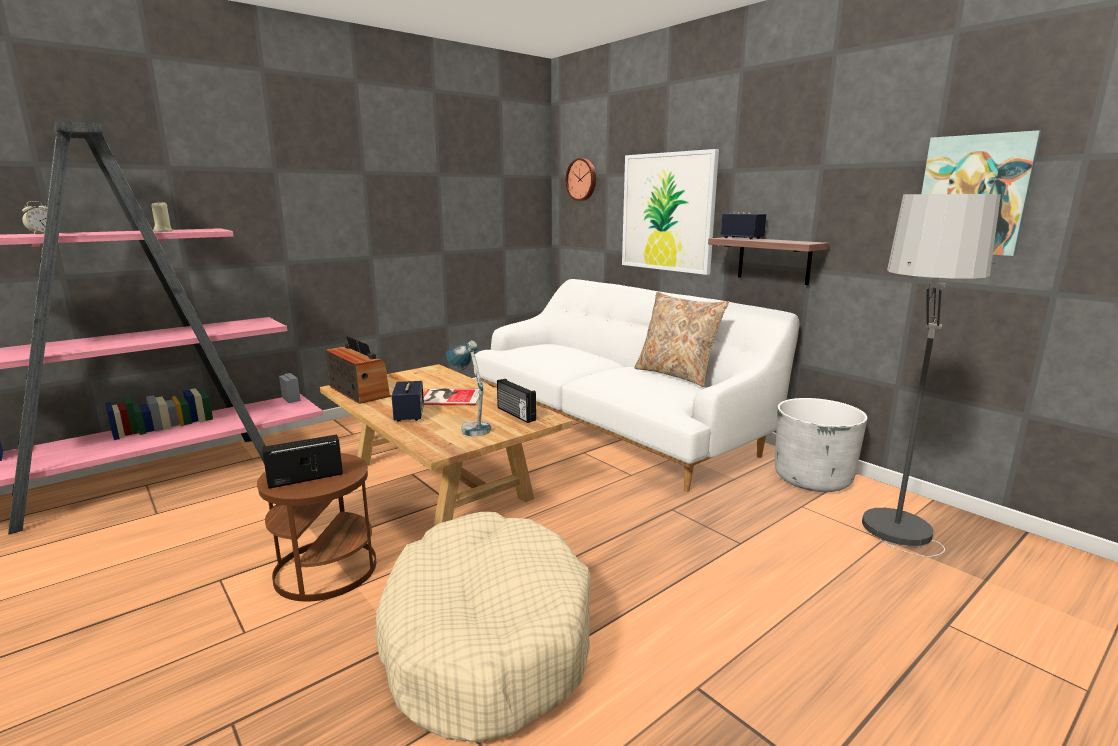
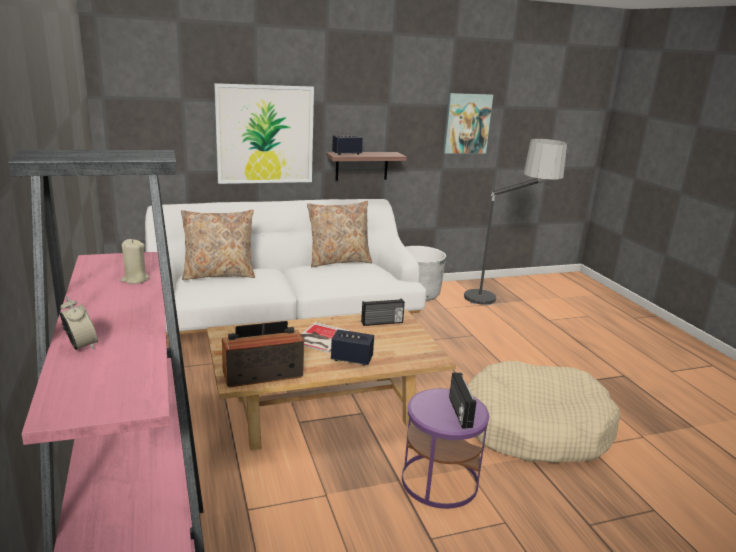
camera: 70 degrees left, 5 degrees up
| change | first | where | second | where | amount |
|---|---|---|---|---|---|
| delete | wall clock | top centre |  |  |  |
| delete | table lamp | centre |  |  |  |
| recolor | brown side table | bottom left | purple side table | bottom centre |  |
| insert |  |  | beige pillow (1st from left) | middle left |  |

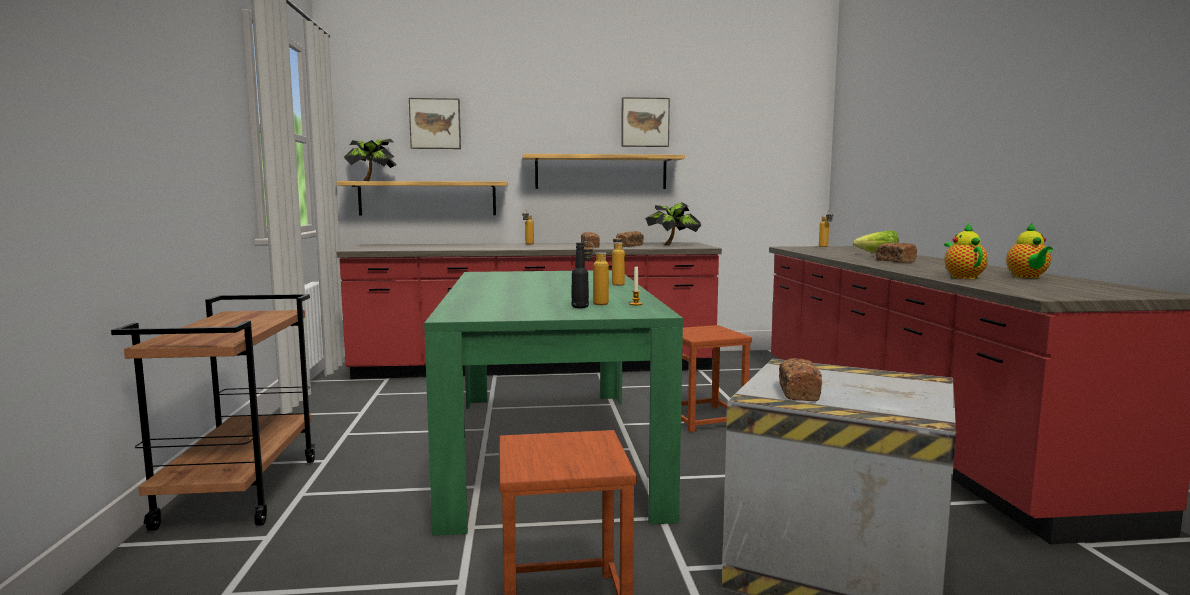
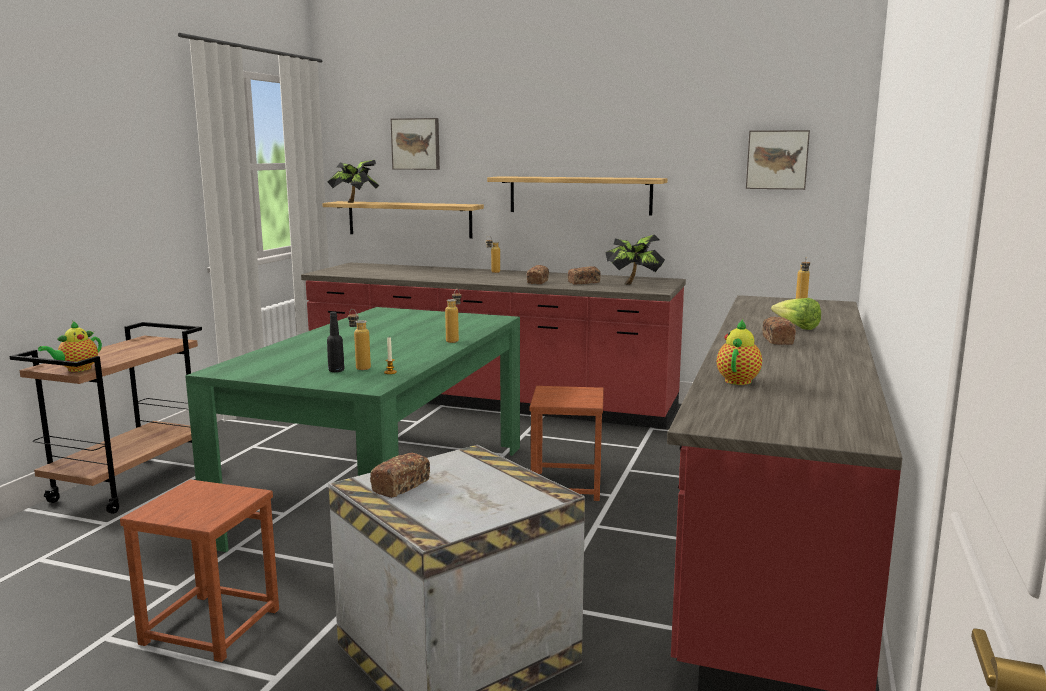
camera: 25 degrees right, 5 degrees up
| change | first | where | second | where | amount |
|---|---|---|---|---|---|
| move | picture (2nd from left) | top centre |  | top right |  |
| move | teapot (2nd from left in the first image) | middle right | teapot (1st from left) | middle left |  |

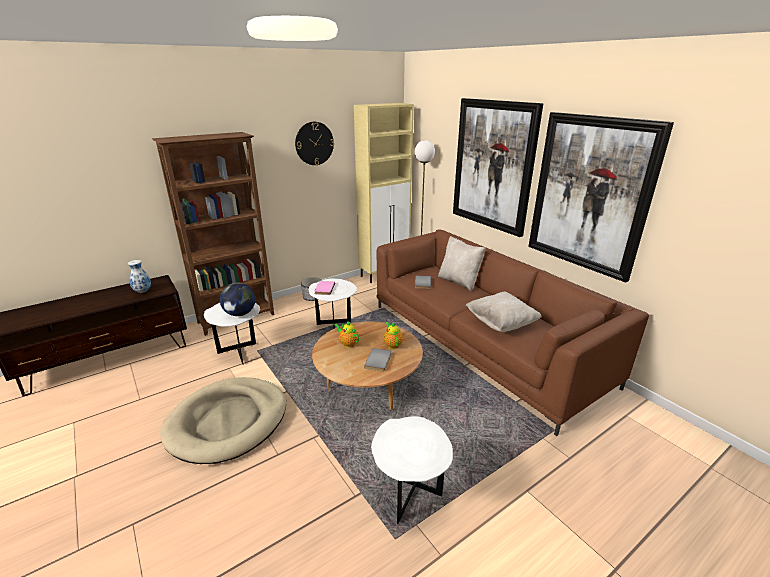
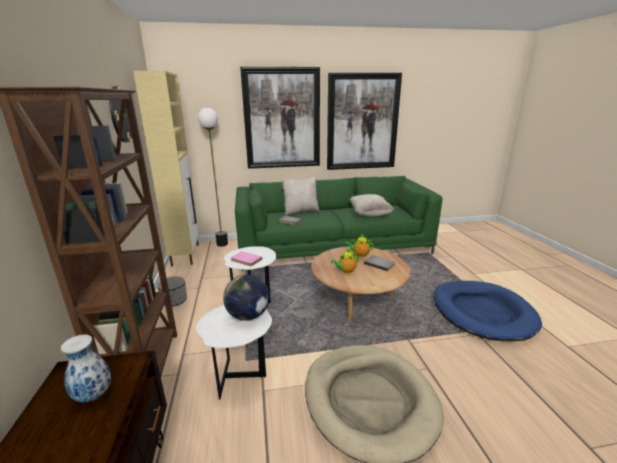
camera: 65 degrees left, 5 degrees down
| change | first | where | second | where | amount |
|---|---|---|---|---|---|
| recolor | brown sofa | centre | green sofa | centre |  |
| replace | white side table (3rd from left) | bottom centre | blue dog bed | bottom right |  |

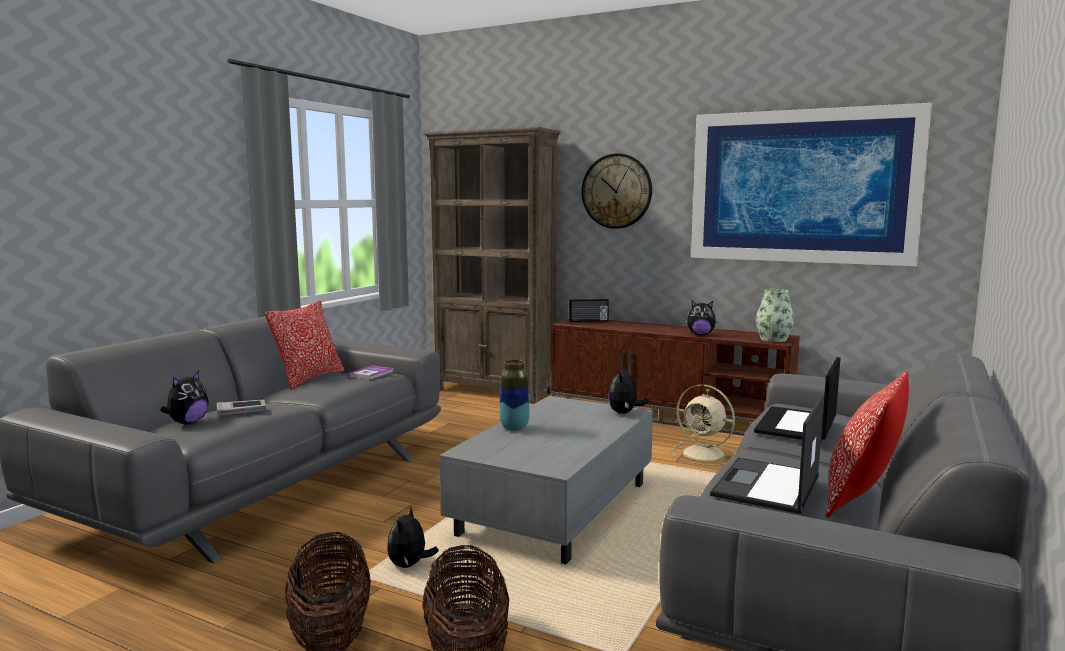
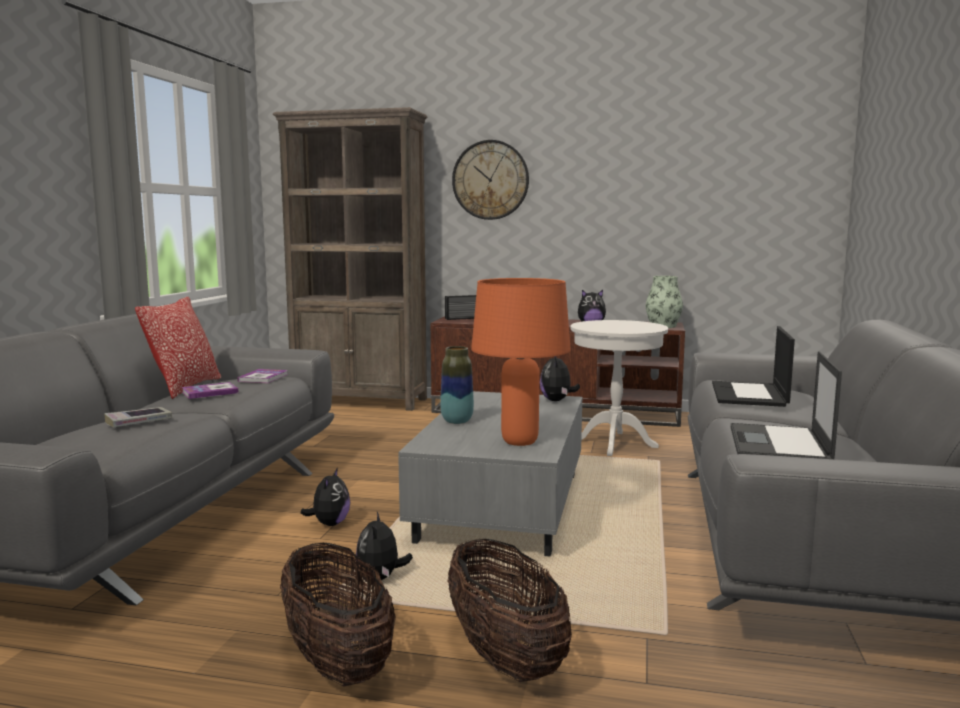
camera: 15 degrees left, 0 degrees up
| change | first | where | second | where | amount |
|---|---|---|---|---|---|
| delete | picture | top right |  |  |  |
| move | plush toy (1st from left) | middle left |  | bottom centre |  |
| delete | pillow (2nd from left) | bottom right |  |  |  |
| replace | beige fan | centre | white side table | centre |  |
| insert |  |  | orange table lamp | centre |  |
| insert |  |  | book (2nd from left) | middle left |  |

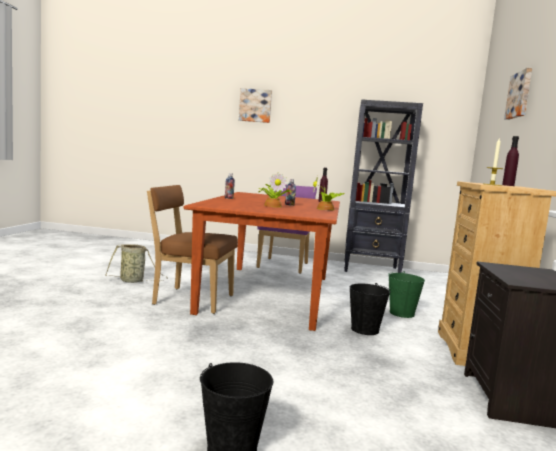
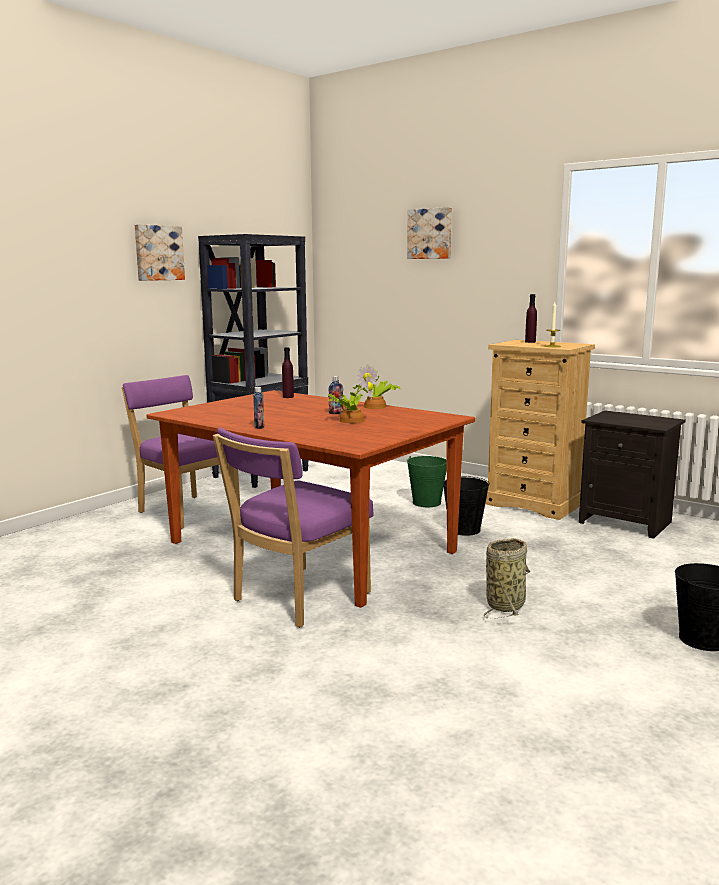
camera: 60 degrees left, 5 degrees up
| change | first | where | second | where | amount |
|---|---|---|---|---|---|
| move | picture (1st from left) | top centre |  | top left |  |
| recolor | brown chair | centre | purple chair (2nd from left) | centre |  |
| move | basket | middle left |  | middle right |  |

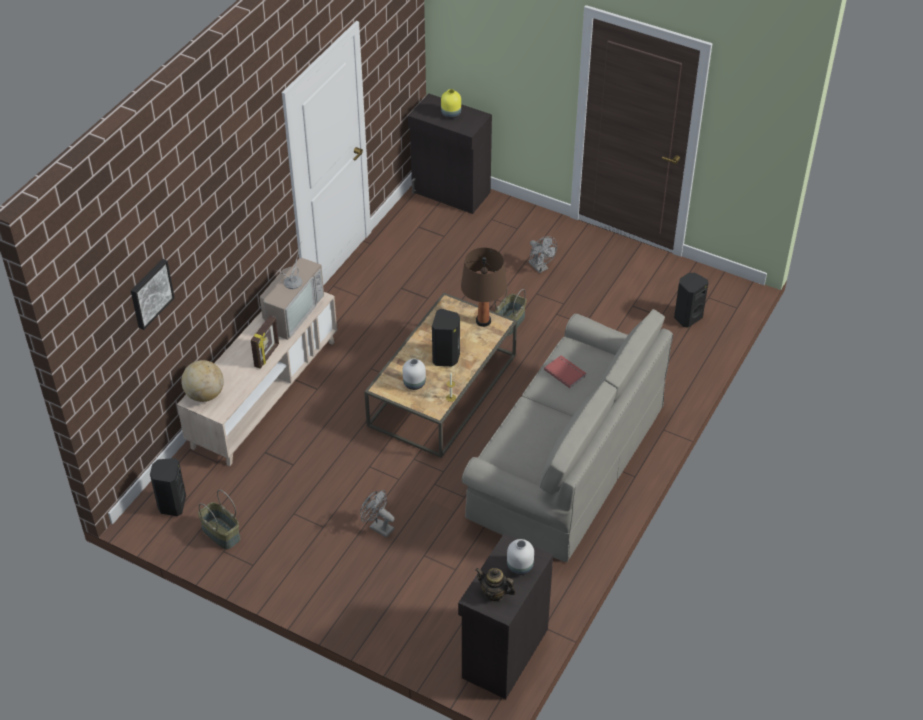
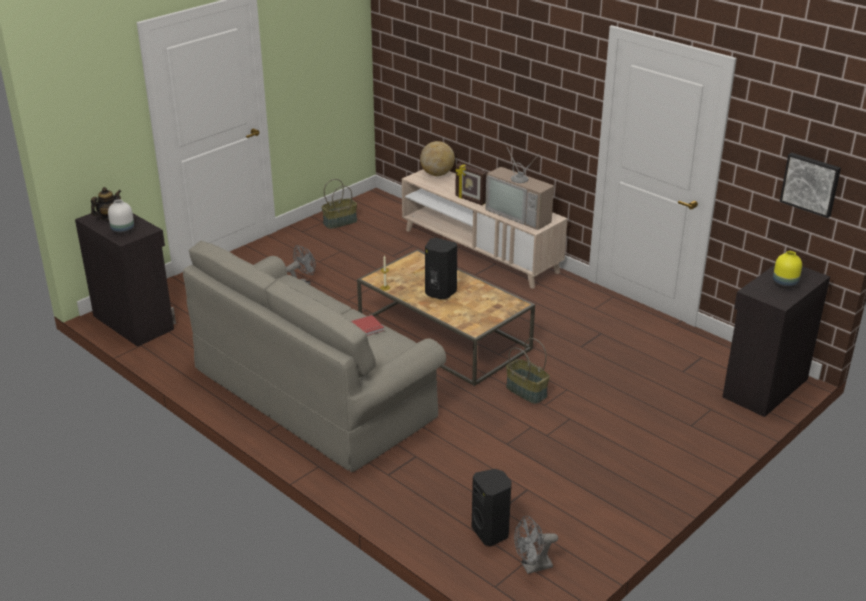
camera: 105 degrees right, 15 degrees down
| change | first | where | second | where | amount |
|---|---|---|---|---|---|
| move | grey fan (2nd from left) | centre |  | bottom centre |  |
| delete | brown table lamp | centre |  |  |  |
| move | picture | middle left |  | top right |  |
| delete | white vase (1st from left) | centre |  |  |  |
| delete | black speaker (1st from left) | bottom left |  |  |  |

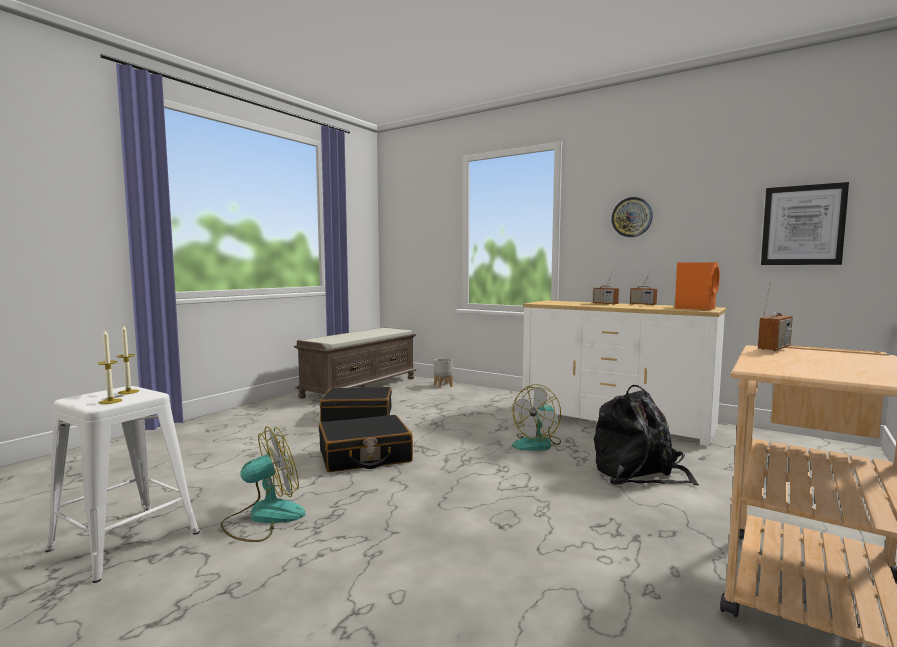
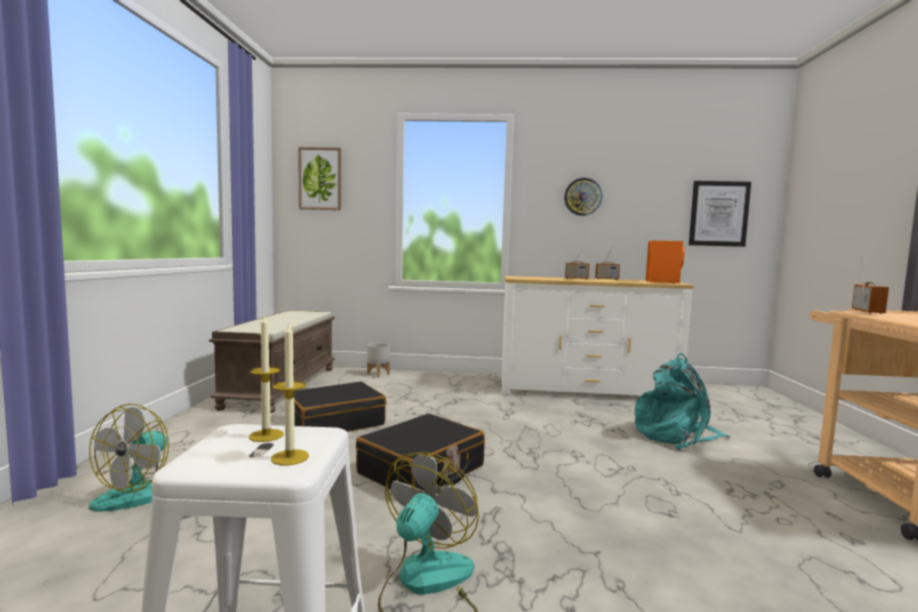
camera: 30 degrees left, 0 degrees up
| change | first | where | second | where | amount |
|---|---|---|---|---|---|
| move | fan (2nd from left in the first image) | centre | fan (1st from left) | bottom left |  |
| recolor | black backpack | bottom right | turquoise backpack | middle right |  |
| insert |  |  | picture (1st from left) | top centre |  |

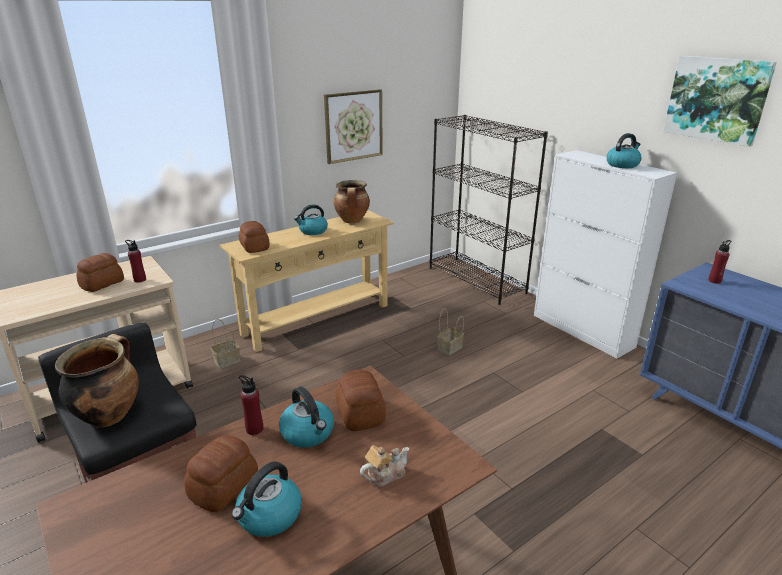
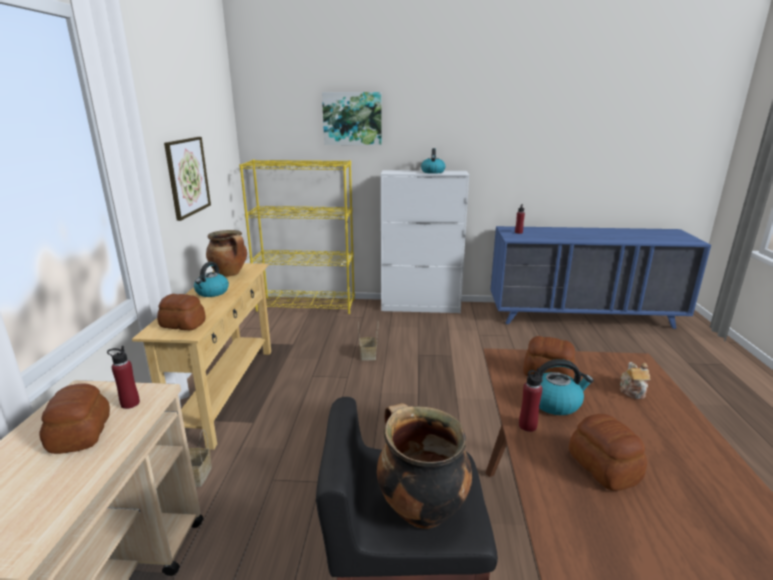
camera: 50 degrees left, 5 degrees down
| change | first | where | second | where | amount |
|---|---|---|---|---|---|
| move | picture (2nd from left) | top right |  | top centre |  |
| recolor | black bookcase | centre | yellow bookcase | centre |  |
| delete | kettle (1st from left) | bottom centre |  |  |  |

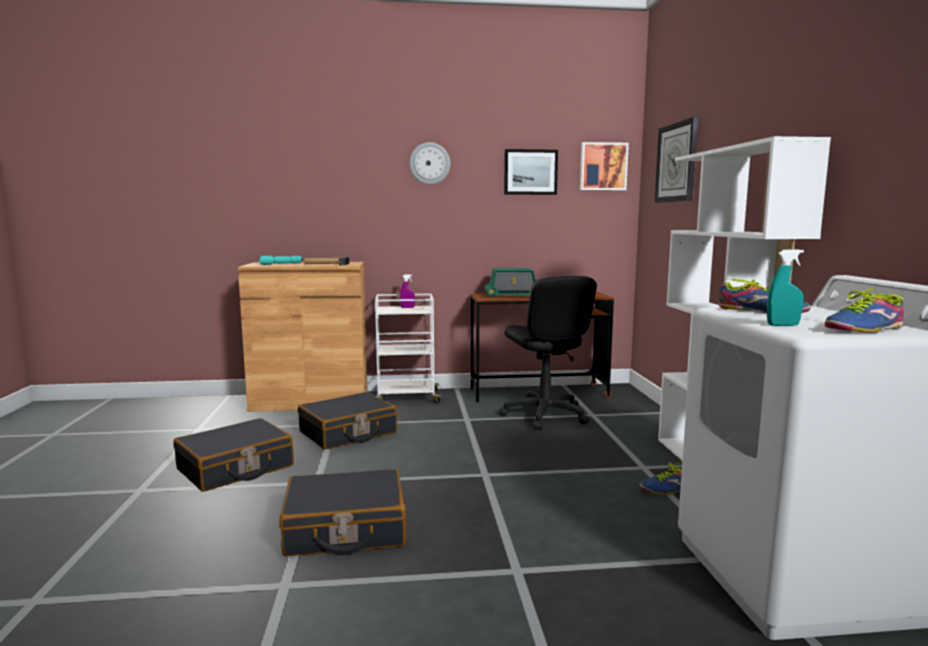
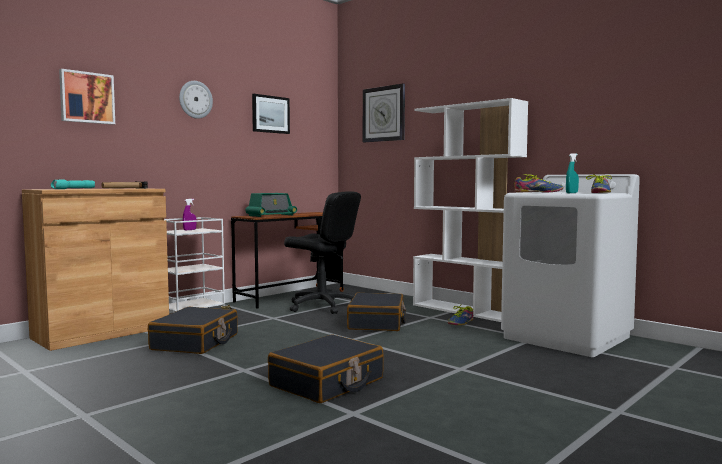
camera: 40 degrees left, 5 degrees down
| change | first | where | second | where | amount |
|---|---|---|---|---|---|
| move | picture (2nd from left in the first image) | top centre | picture (1st from left) | top left |  |
| move | black suitcase (1st from left in the first image) | bottom left | black suitcase (3rd from left) | bottom centre |  |

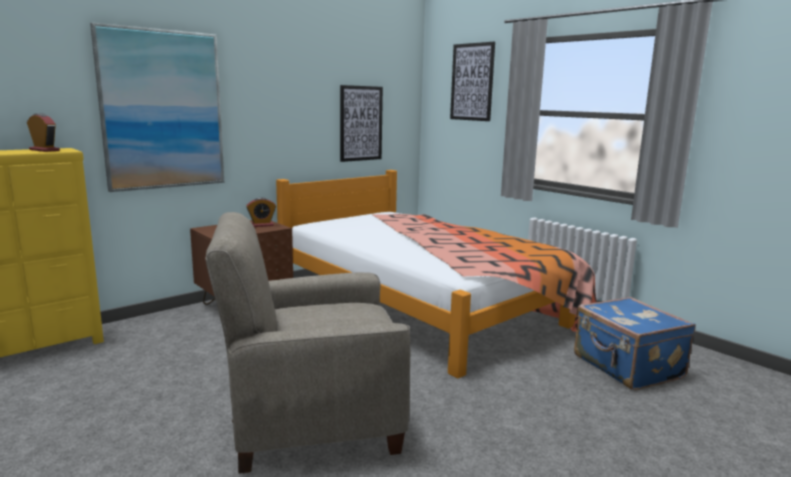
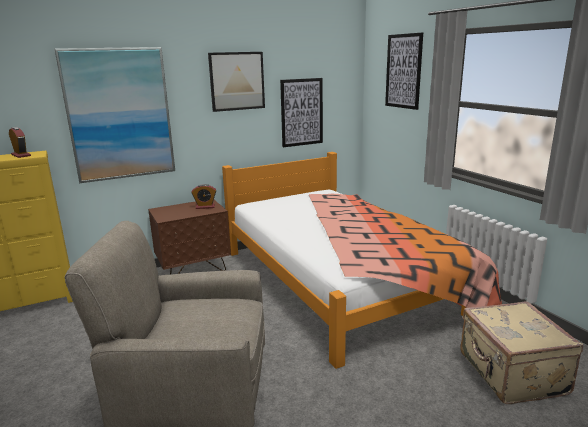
camera: 15 degrees right, 5 degrees up
| change | first | where | second | where | amount |
|---|---|---|---|---|---|
| recolor | blue suitcase | bottom right | beige suitcase | bottom right |  |
| insert |  |  | picture (2nd from left) | top centre |  |

